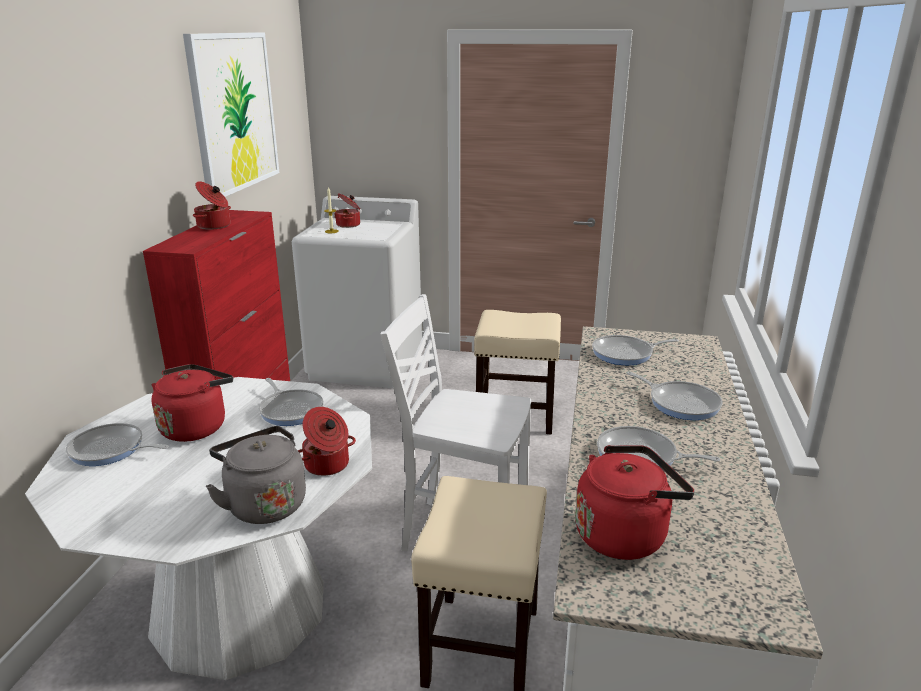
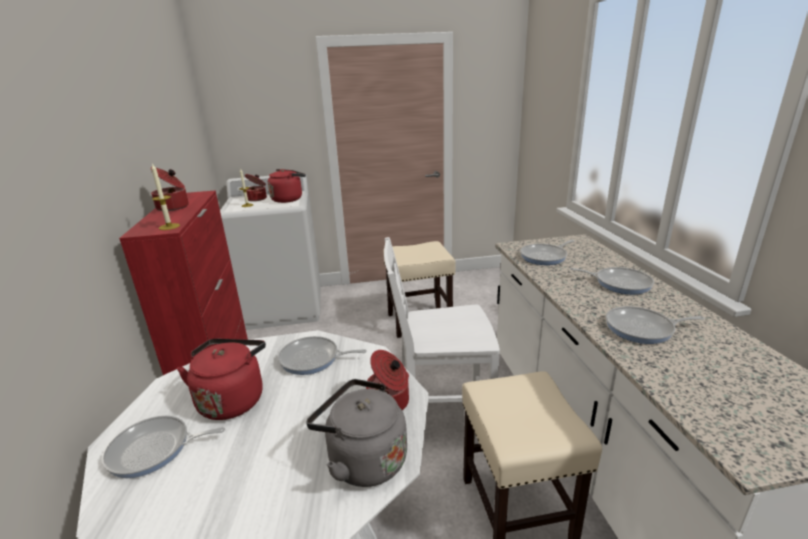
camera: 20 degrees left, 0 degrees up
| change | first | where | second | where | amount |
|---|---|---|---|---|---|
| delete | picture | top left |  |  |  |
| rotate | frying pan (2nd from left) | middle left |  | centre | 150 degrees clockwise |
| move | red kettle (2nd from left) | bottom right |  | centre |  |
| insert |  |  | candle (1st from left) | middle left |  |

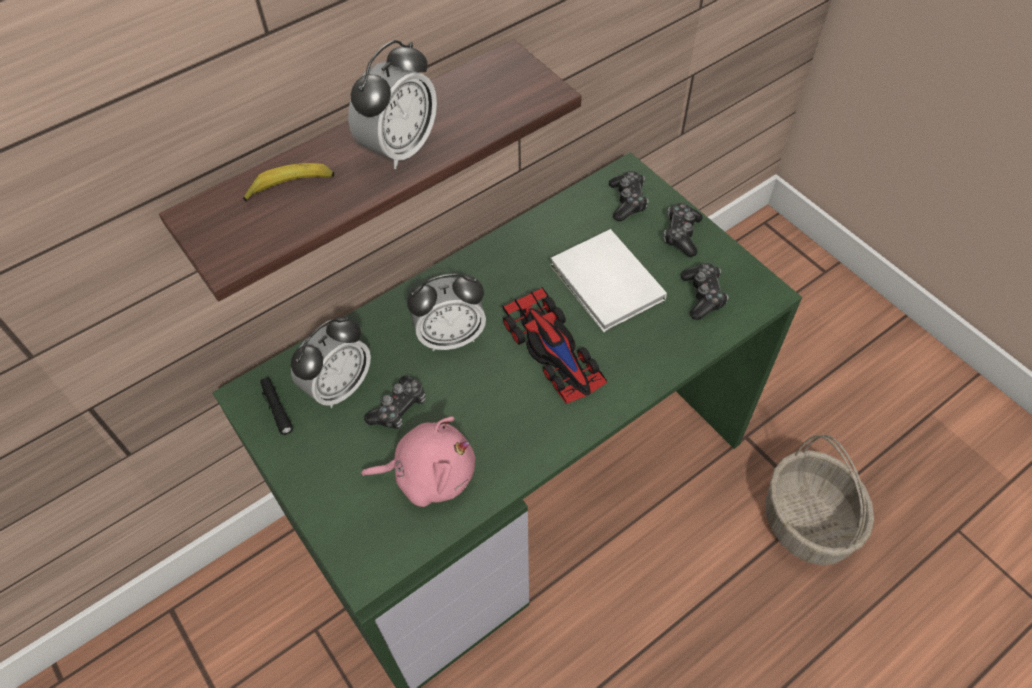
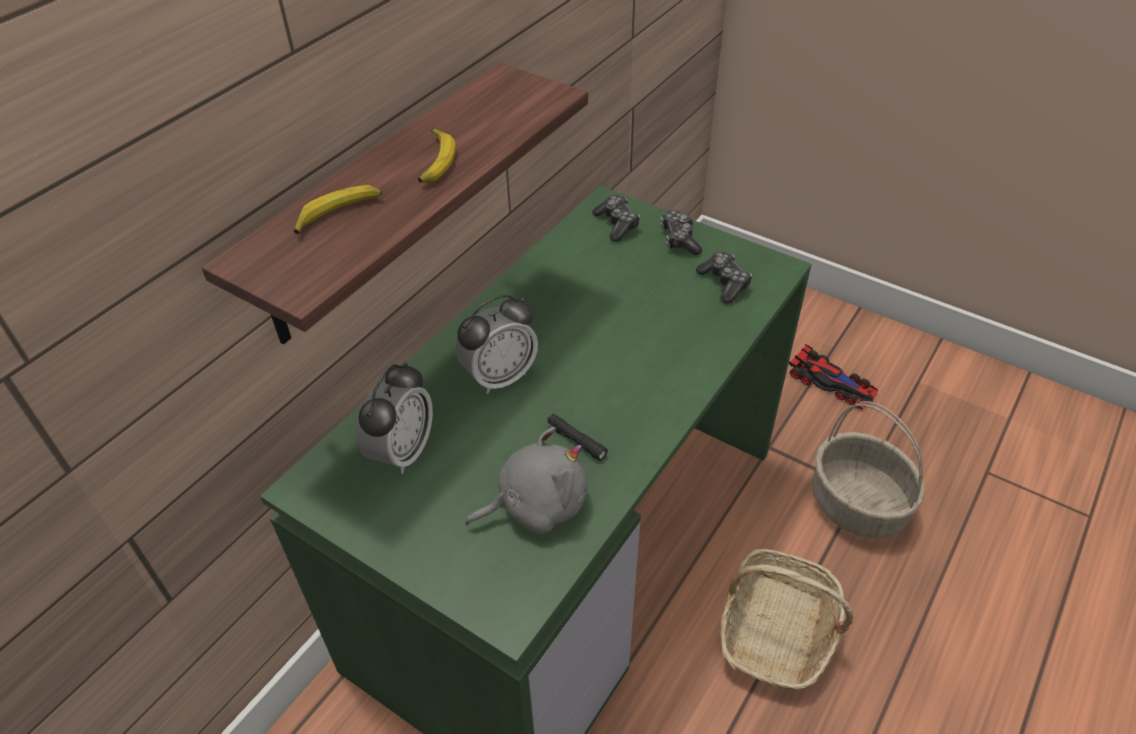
camera: 20 degrees left, 10 degrees down
| change | first | where | second | where | amount |
|---|---|---|---|---|---|
| replace | alarm clock (2nd from left) | top centre | banana (2nd from left) | top centre |  |
| delete | white book | centre |  |  |  |
| move | toy car | centre |  | middle right |  |
| delete | game controller (1st from left) | centre |  |  |  |
| move | black flashlight | middle left |  | centre |  |
| recolor | pink plush toy | bottom centre | grey plush toy | centre |  |
| insert |  |  | basket (1st from left) | bottom right |  |

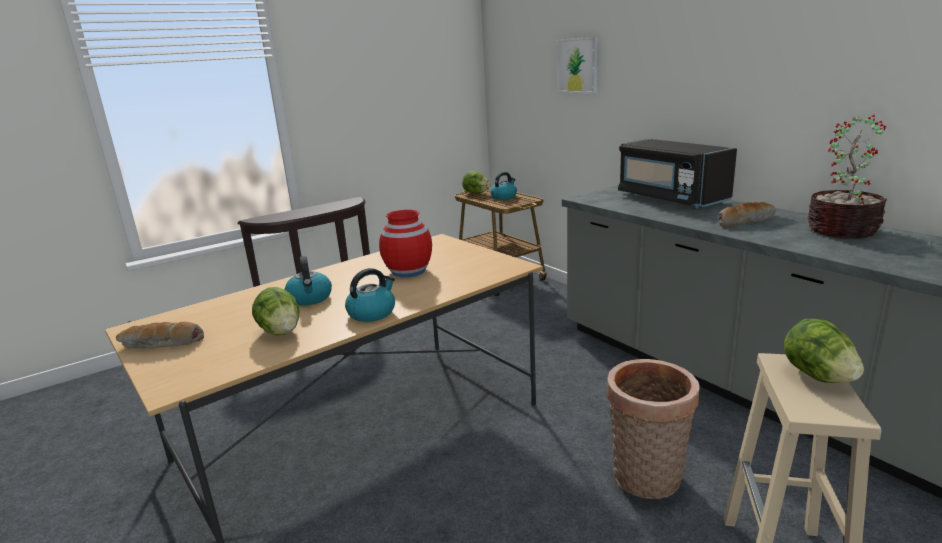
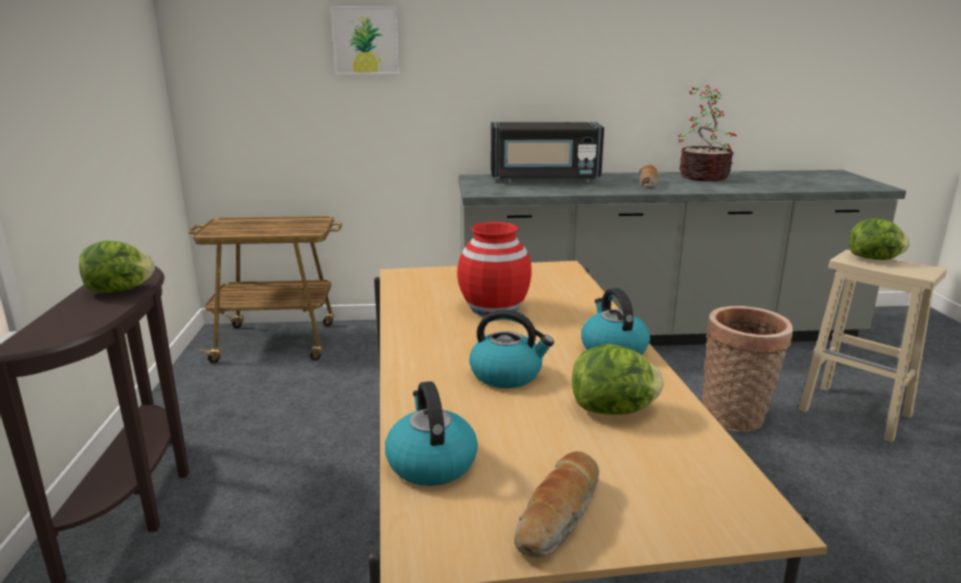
camera: 60 degrees left, 0 degrees up
| change | first | where | second | where | amount |
|---|---|---|---|---|---|
| move | lettuce (2nd from left in the first image) | centre | lettuce (1st from left) | middle left |  |
| move | kettle (3rd from left in the first image) | centre | kettle (1st from left) | bottom centre |  |

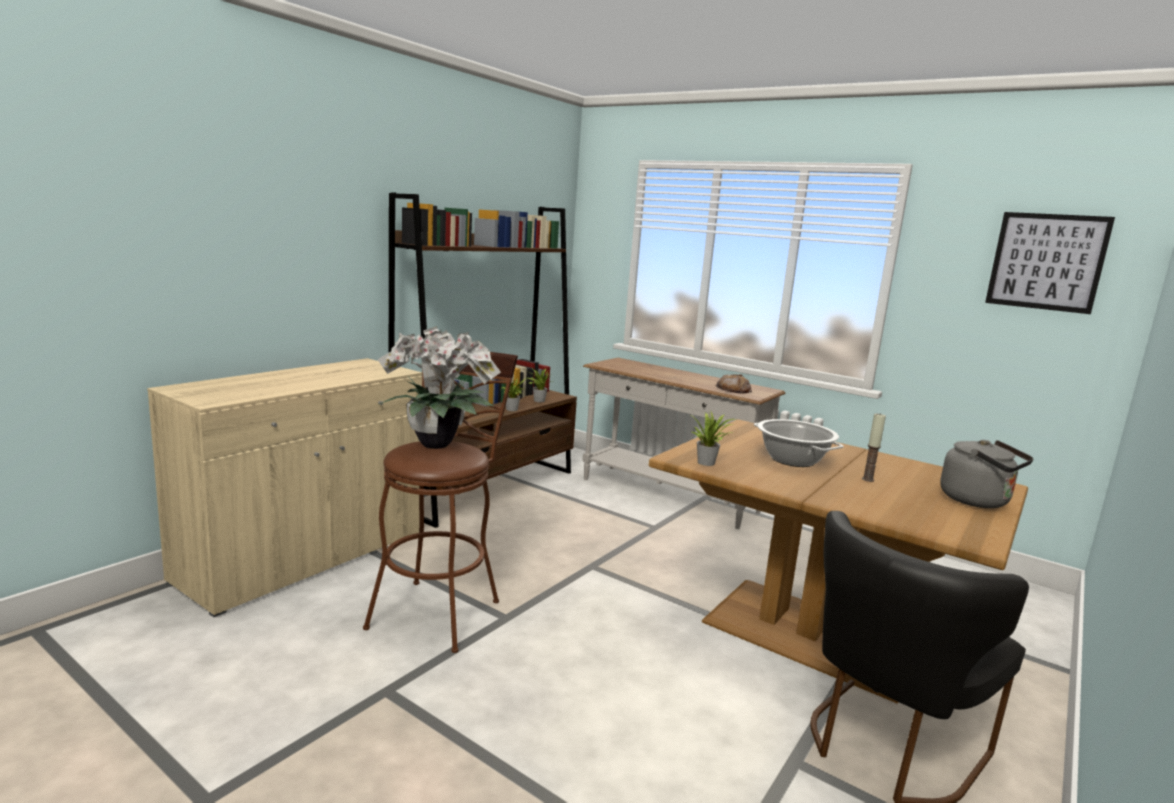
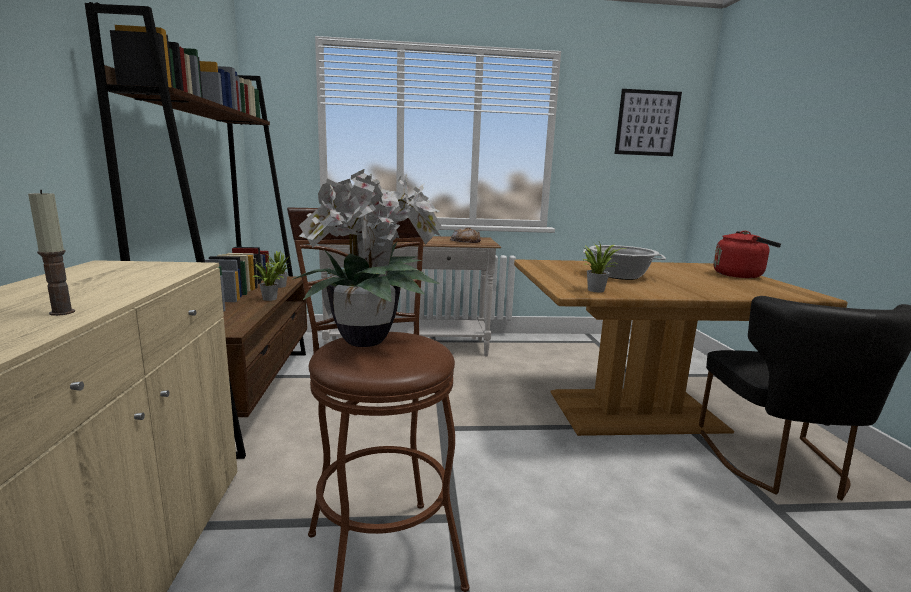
camera: 40 degrees left, 0 degrees up
| change | first | where | second | where | amount |
|---|---|---|---|---|---|
| move | candle | middle right |  | middle left |  |
| recolor | grey kettle | middle right | red kettle | middle right |  |

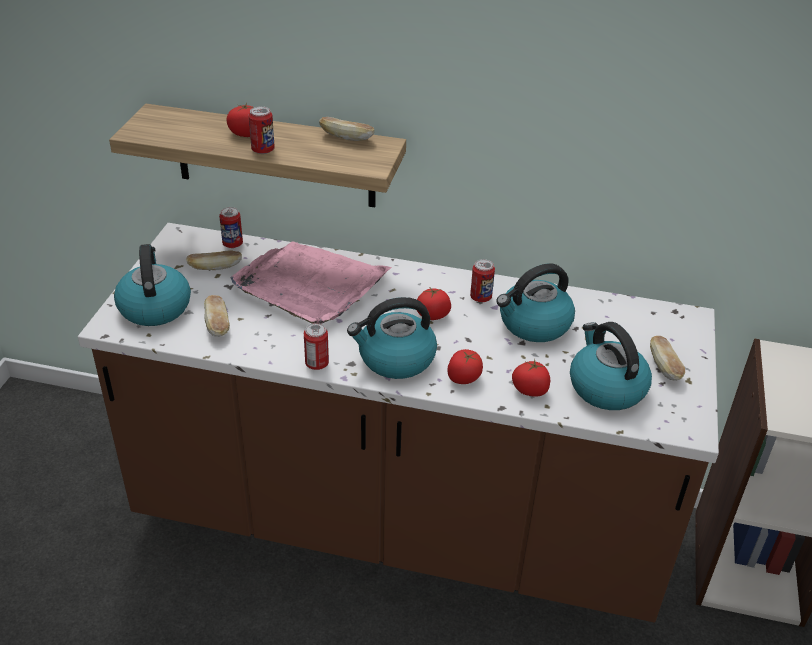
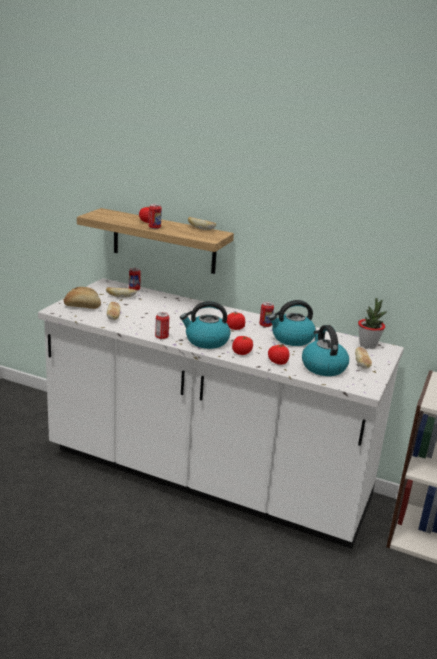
camera: 10 degrees right, 15 degrees down
| change | first | where | second | where | amount |
|---|---|---|---|---|---|
| recolor | brown counter | centre | white counter | centre |  |
| delete | pink tray | centre |  |  |  |
| replace | kettle (1st from left) | middle left | bread (1st from left) | middle left |  |
| insert |  |  | potted plant | middle right |  |

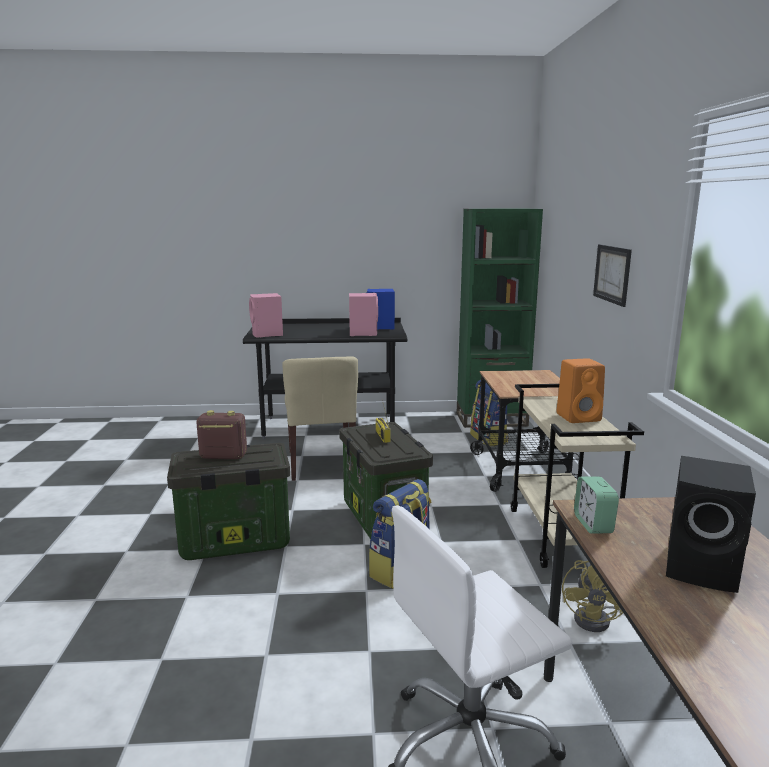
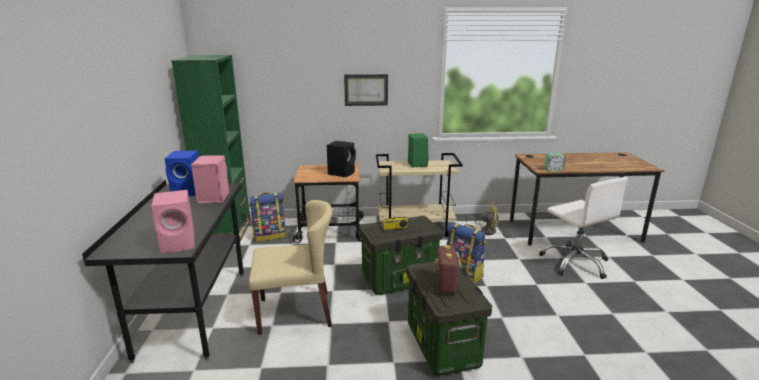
camera: 90 degrees left, 5 degrees up
| change | first | where | second | where | amount |
|---|---|---|---|---|---|
| recolor | orange speaker | middle right | green speaker | centre |  |
| move | black speaker | bottom right |  | centre |  |

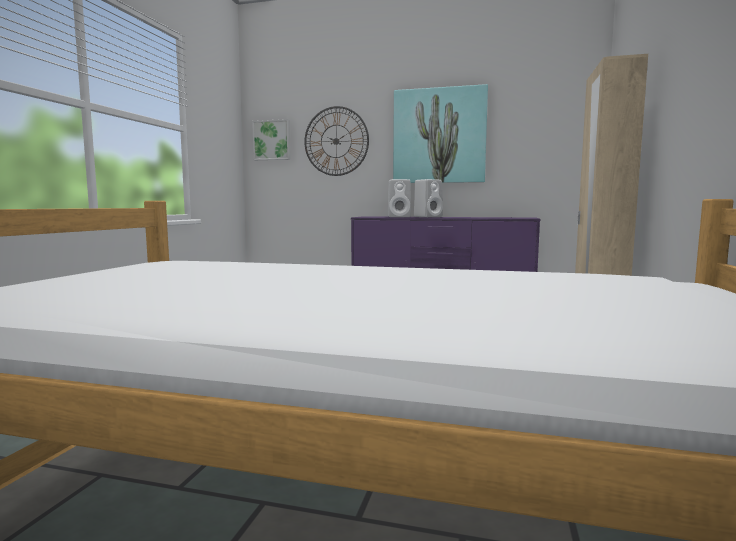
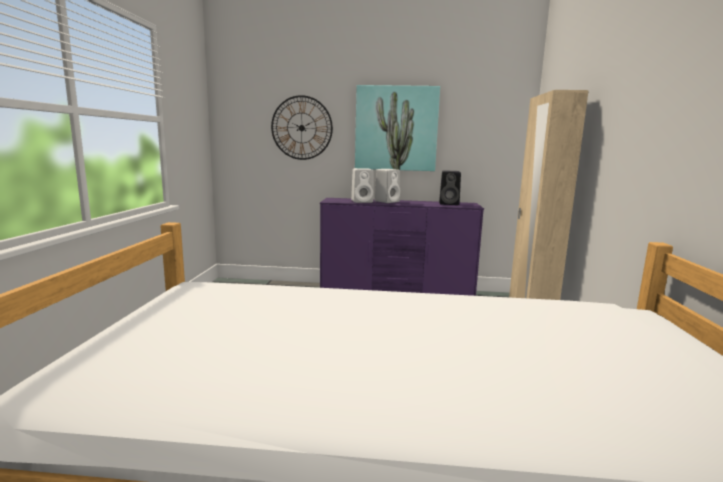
camera: 10 degrees left, 5 degrees up
| change | first | where | second | where | amount |
|---|---|---|---|---|---|
| delete | picture (1st from left) | top centre |  |  |  |
| insert |  |  | black speaker | centre |  |

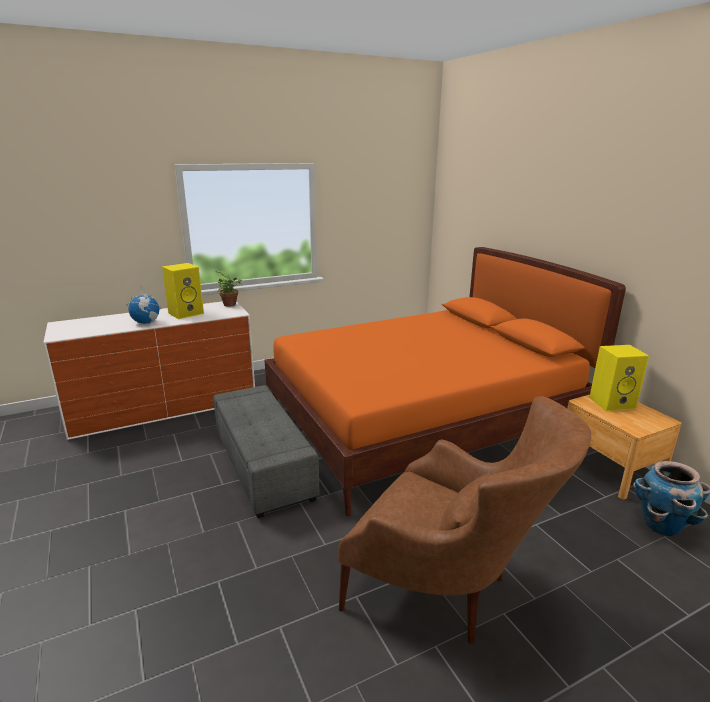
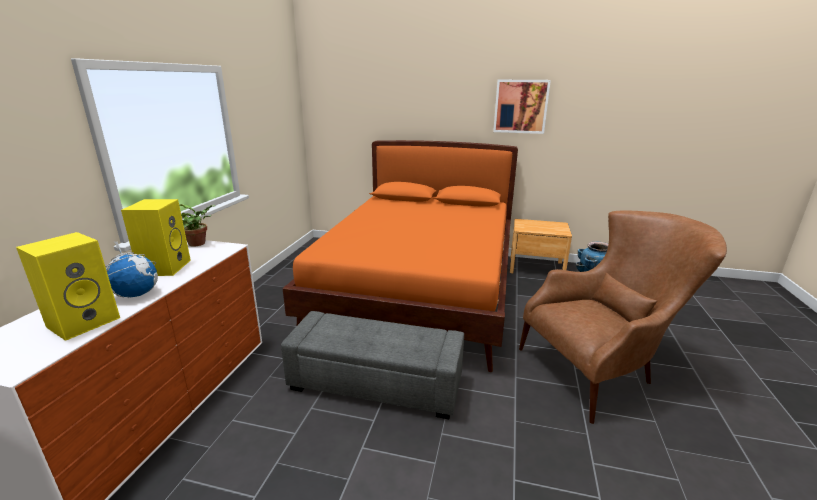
camera: 50 degrees left, 0 degrees up
| change | first | where | second | where | amount |
|---|---|---|---|---|---|
| move | yellow speaker (2nd from left in the first image) | middle right | yellow speaker (1st from left) | middle left |  |
| insert |  |  | picture | top centre |  |

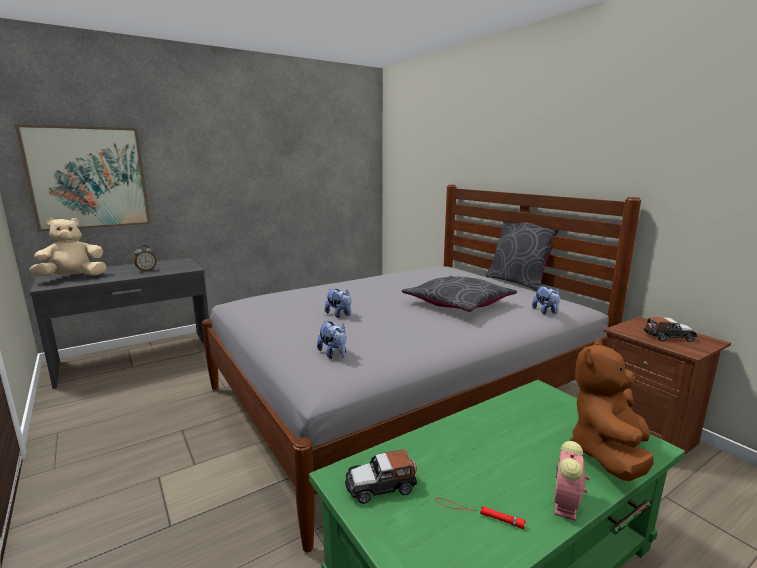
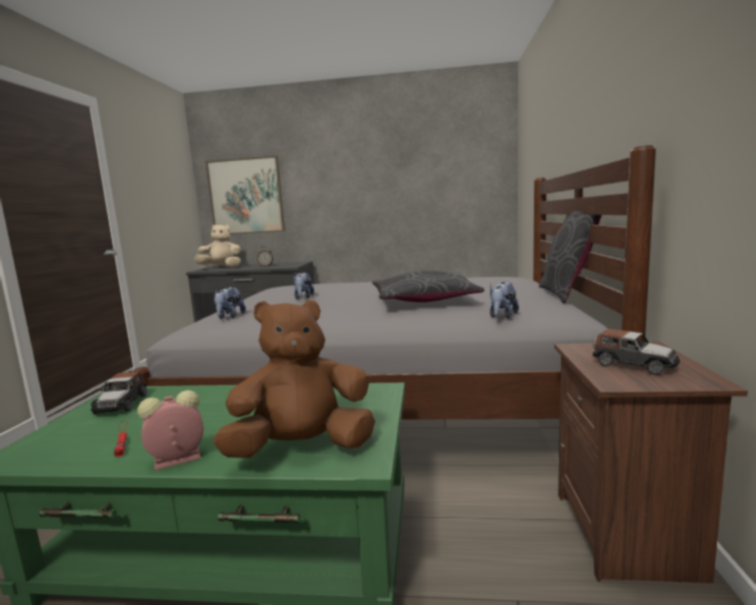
camera: 40 degrees right, 5 degrees down
| change | first | where | second | where | amount |
|---|---|---|---|---|---|
| rotate | toy car (1st from left) | bottom centre |  | middle left | 120 degrees counterclockwise |

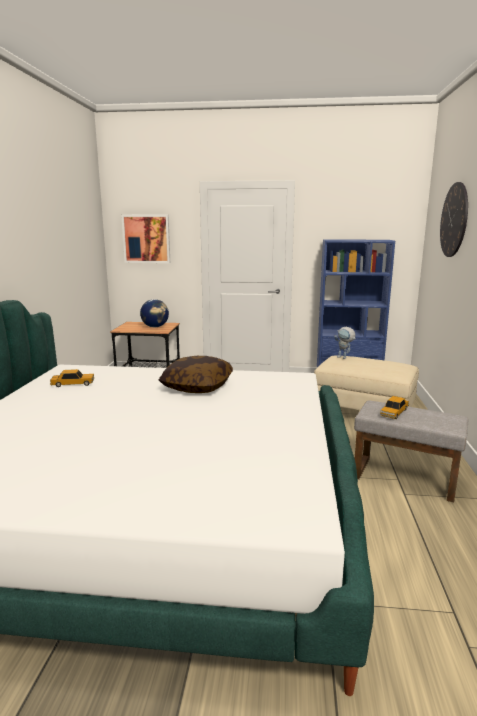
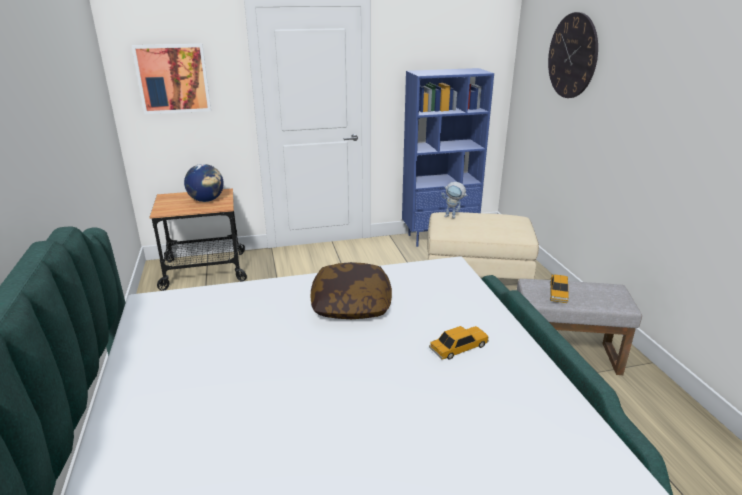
camera: 20 degrees left, 10 degrees up
| change | first | where | second | where | amount |
|---|---|---|---|---|---|
| move | toy car (1st from left) | middle left |  | bottom centre |  |

